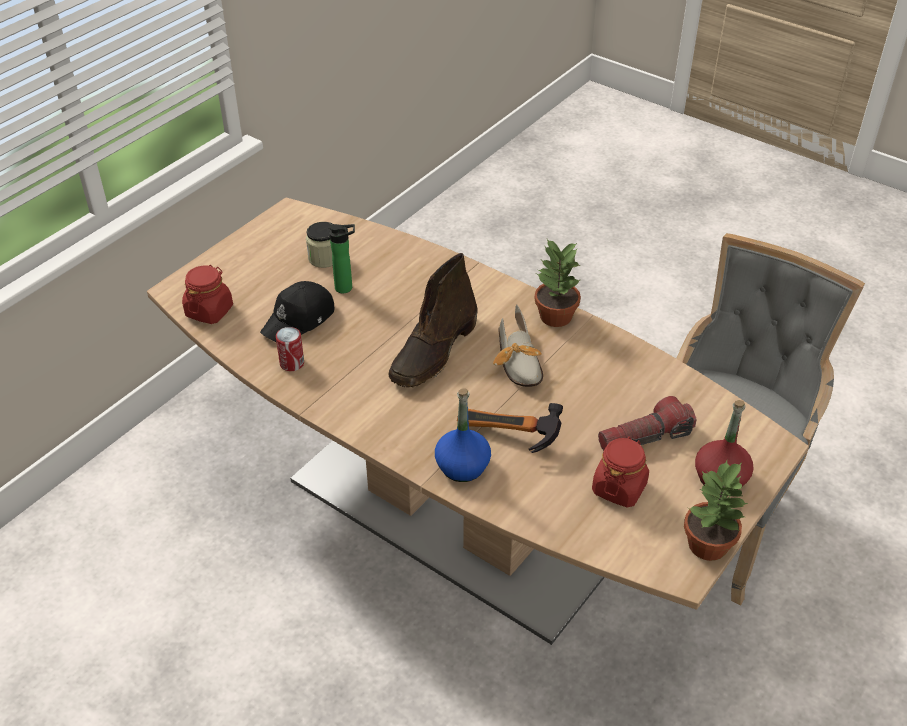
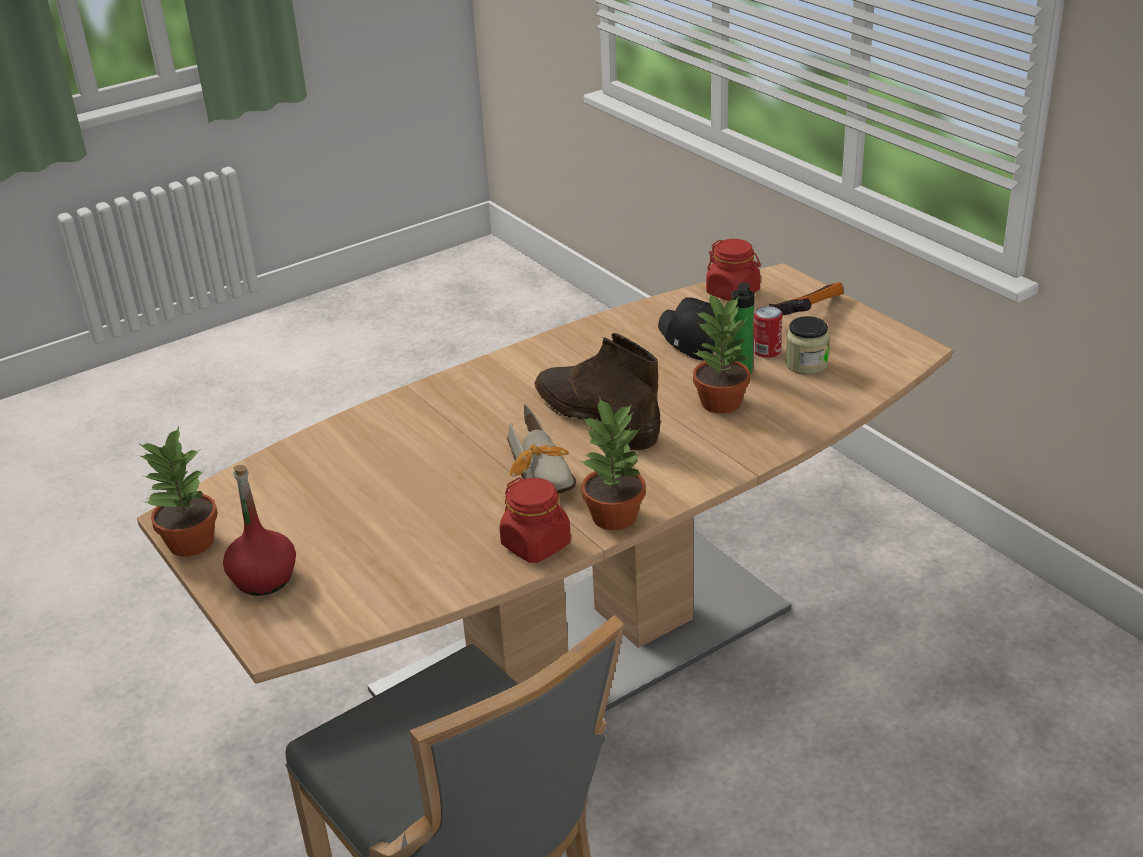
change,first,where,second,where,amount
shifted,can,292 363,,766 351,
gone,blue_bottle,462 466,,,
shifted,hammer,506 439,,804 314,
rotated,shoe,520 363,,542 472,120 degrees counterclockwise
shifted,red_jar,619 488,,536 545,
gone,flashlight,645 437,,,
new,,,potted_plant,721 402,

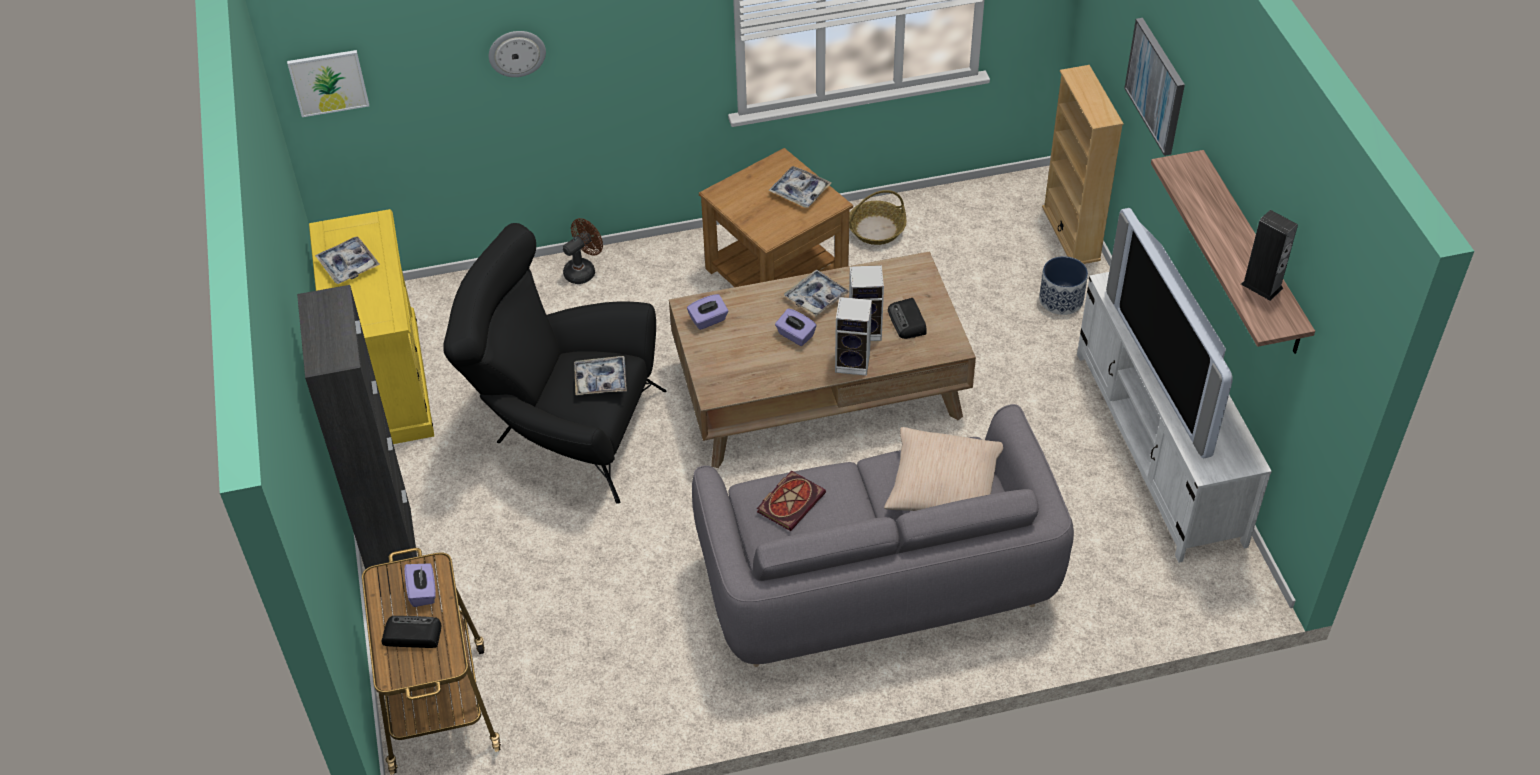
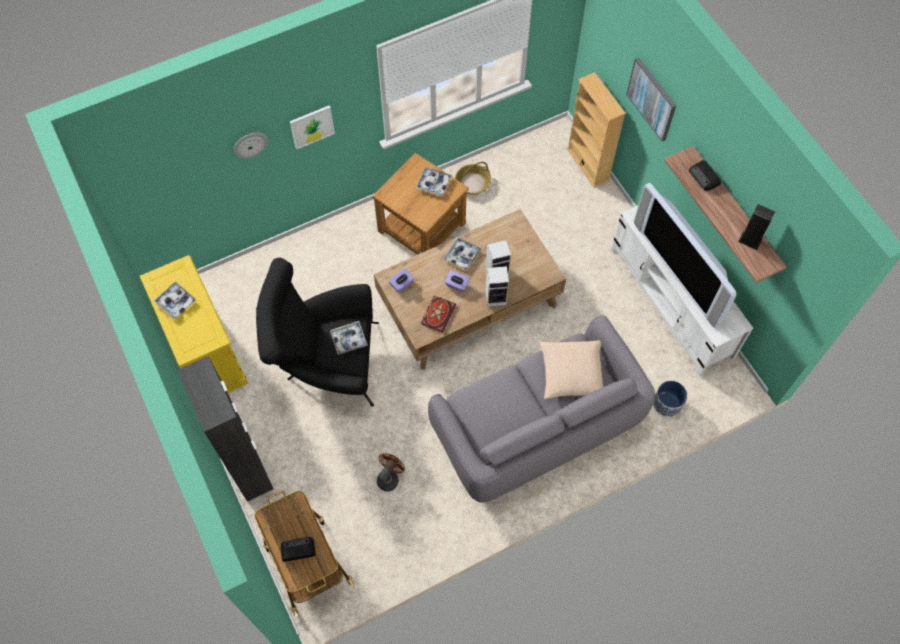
change,first,where,second,where,amount
shifted,picture,328 82,,312 126,
gone,purple_tissue_box,423 592,,,
shifted,brown_fan,583 270,,389 477,
shifted,book,791 501,,438 313,
shifted,radio,907 322,,704 177,
shifted,planter,1061 300,,667 404,

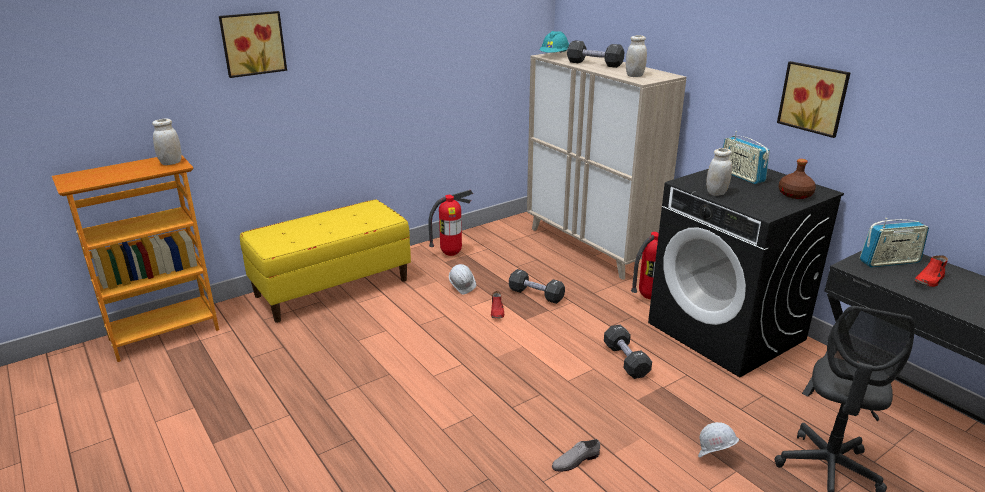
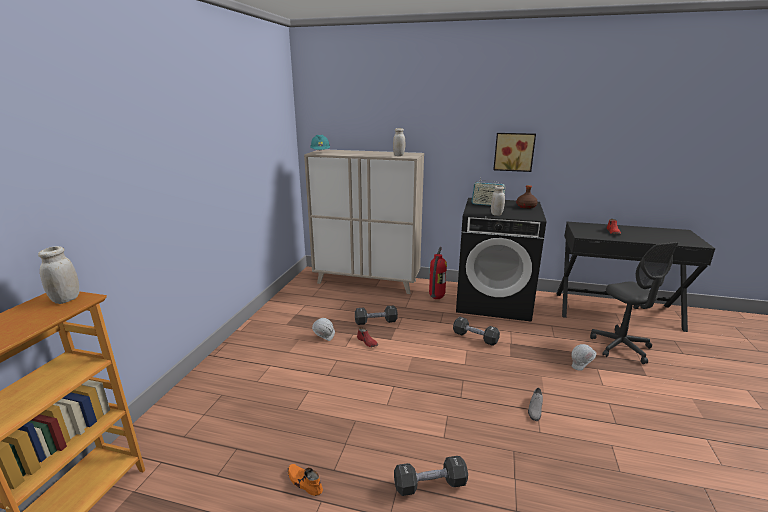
change,first,where,second,where,amount
gone,picture,252 43,,,
gone,yellow_bench,332 287,,,
gone,fire_extinguisher,451 254,,,
shifted,black_dumbbell,594 64,,430 484,
gone,radio,889 262,,,
new,,,orange_shoe,304 482,

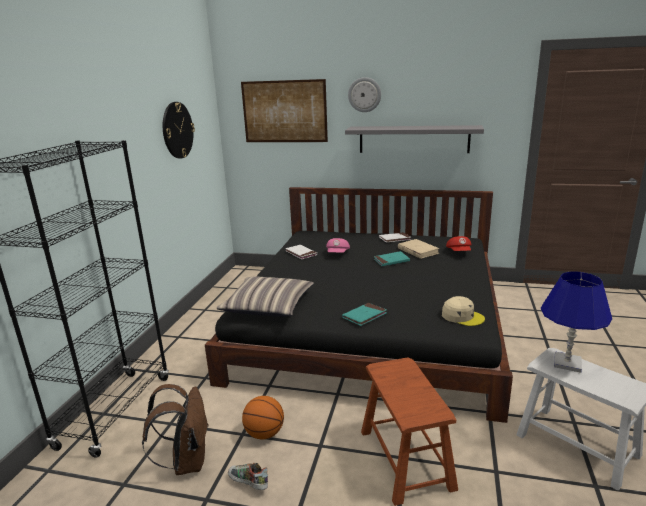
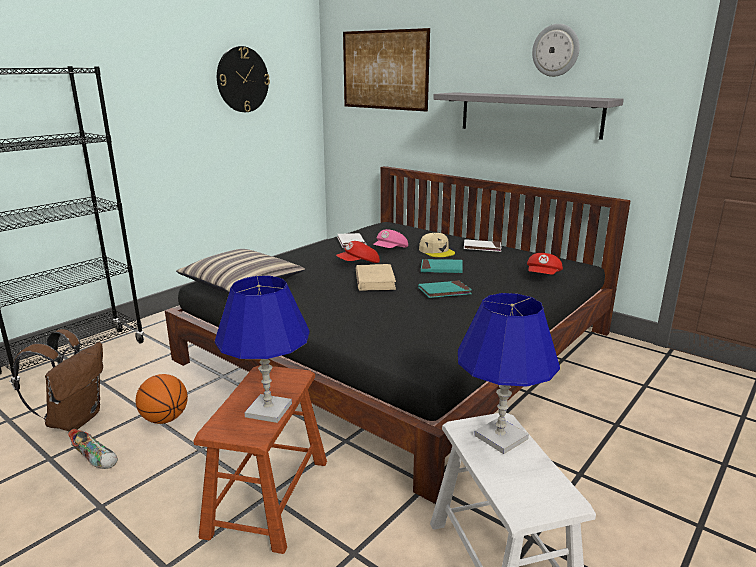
change,first,where,second,where,amount
rotated,shoe,248 484,,96 459,150 degrees clockwise
shifted,turquoise_book,364 316,,444 292,
shifted,wall_clock,364 94,,556 50,
shifted,beige_book,418 251,,375 280,
shifted,beige_cap,462 316,,436 251,
new,,,blue_table_lamp,268 410,
new,,,red_cap,359 264,

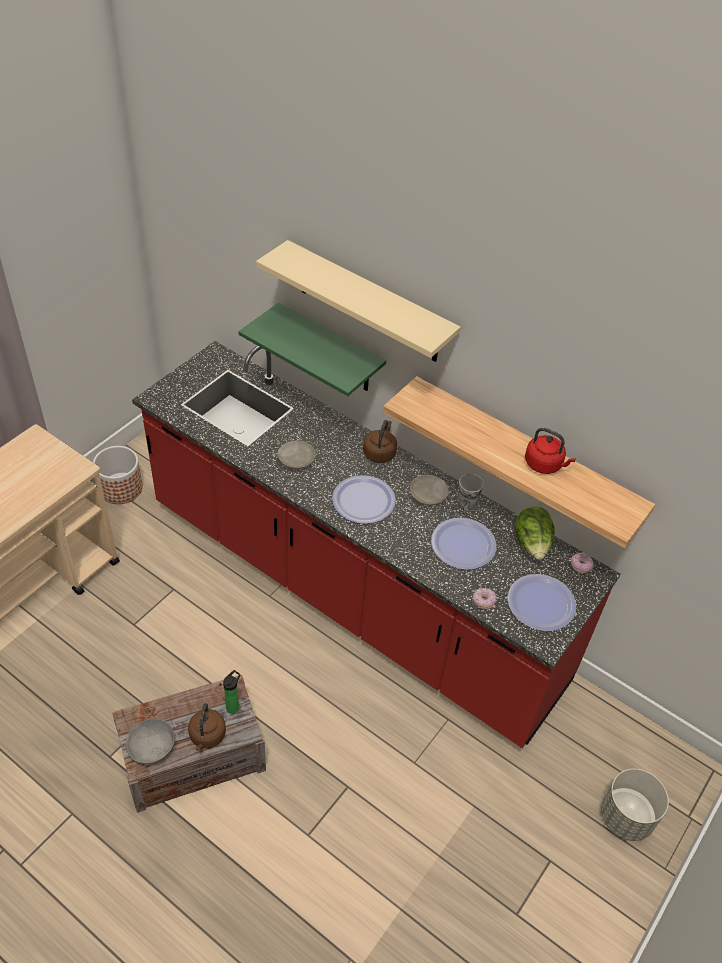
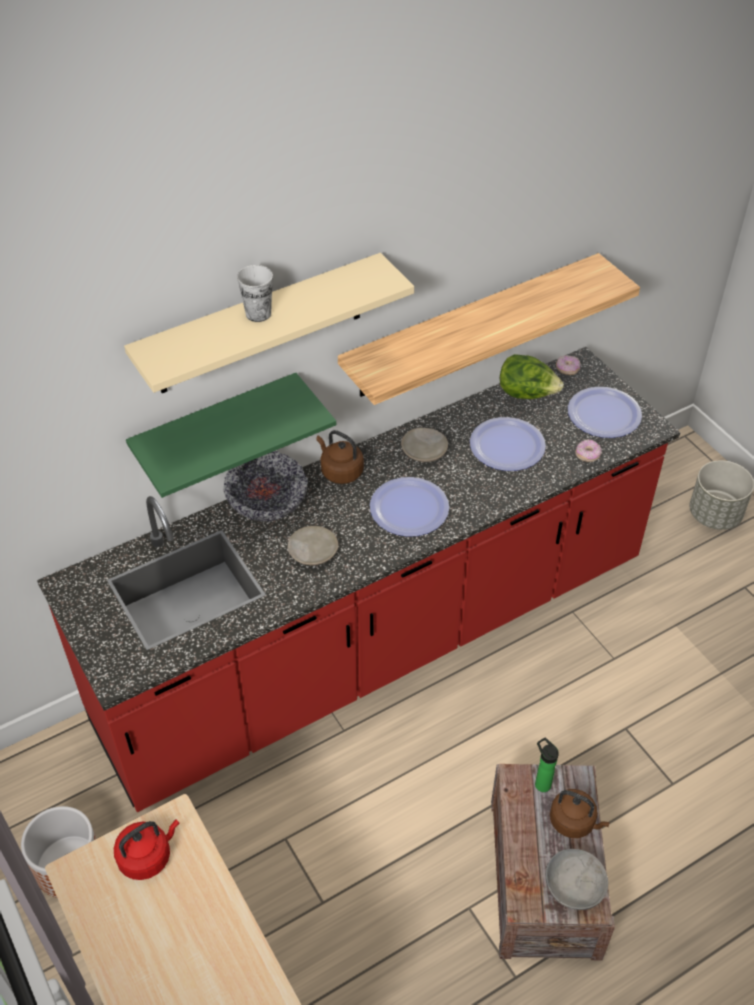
change,first,where,second,where,amount
shifted,cup,467 504,,258 313,
shifted,red_kettle,545 464,,147 856,
new,,,bowl,268 506,

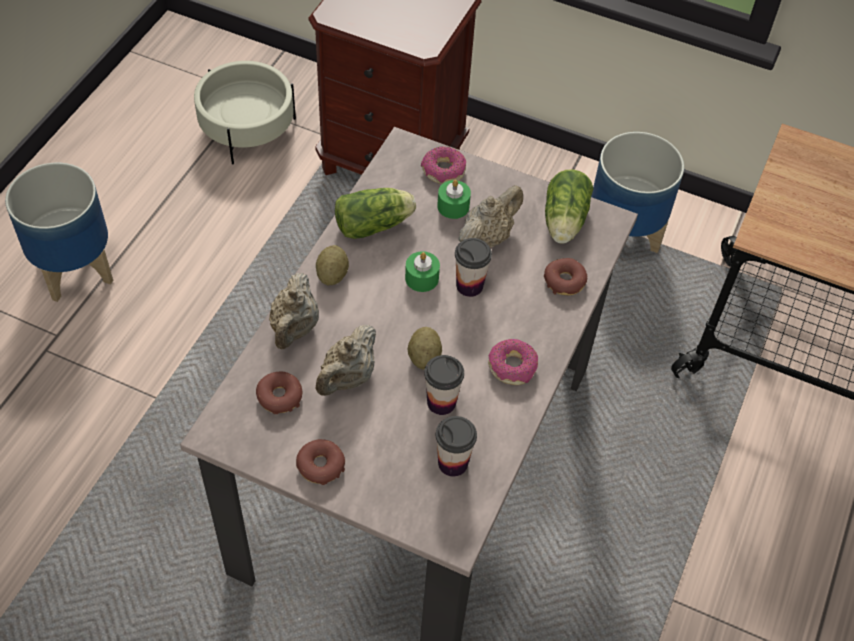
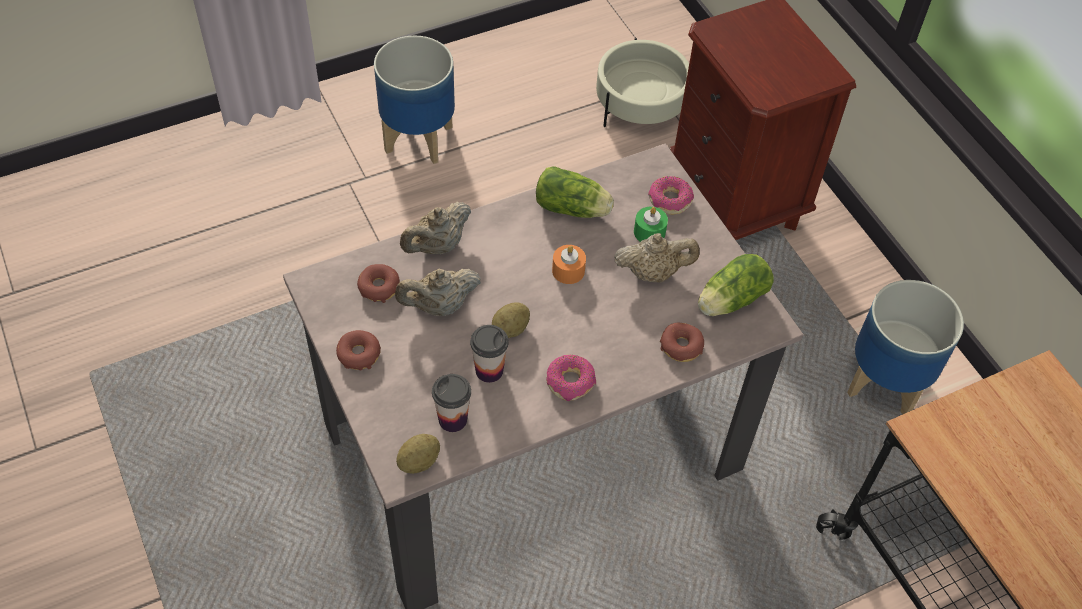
change,first,where,second,where,amount
shifted,potato,332 275,,419 461,
repainted,green_candle,422 278,orange_candle,568 270,
gone,cup,469 286,,,

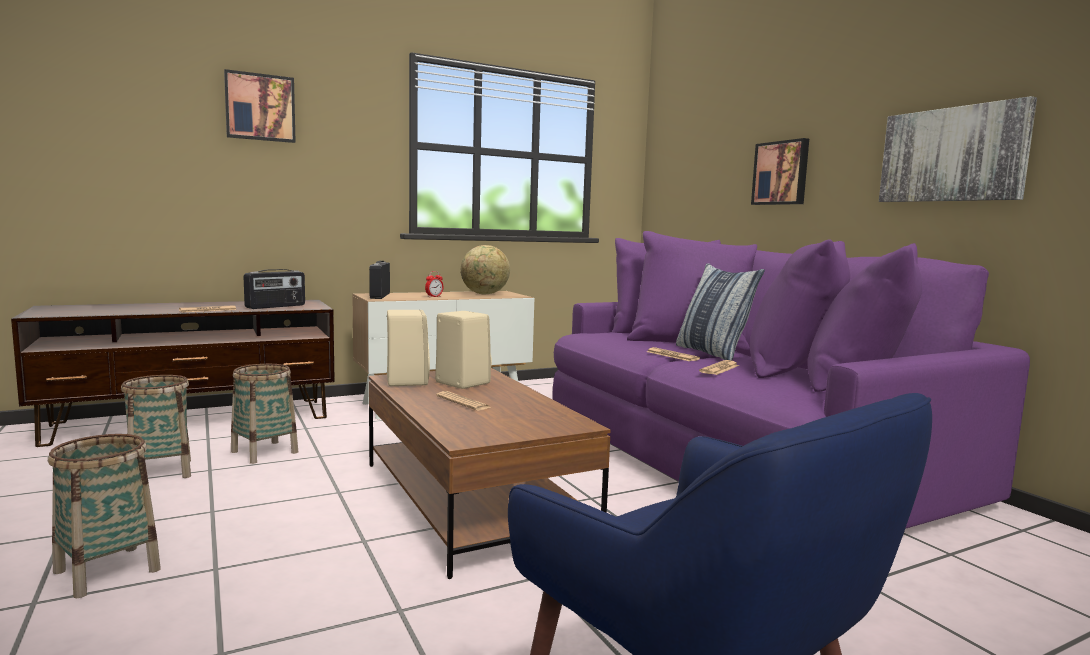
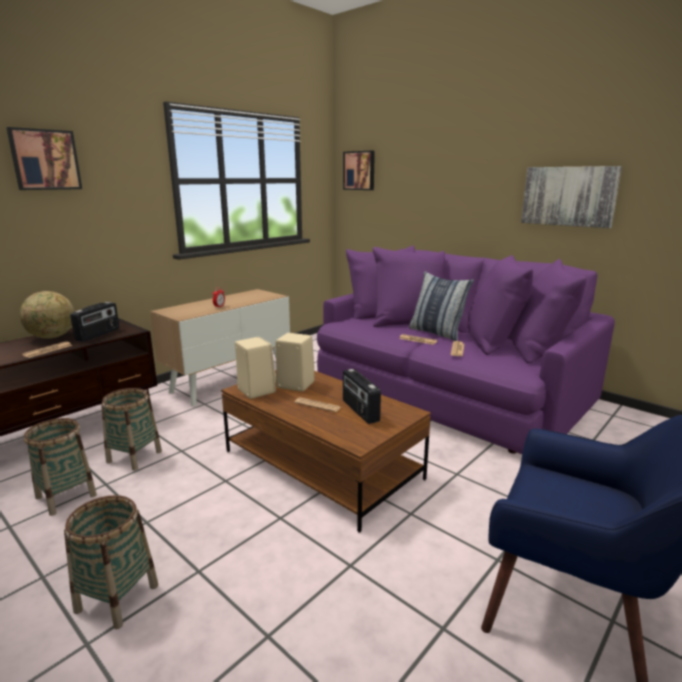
change,first,where,second,where,amount
shifted,radio,379 296,,359 411,
shifted,globe,485 294,,52 337,
shifted,picture,781 173,,359 170,

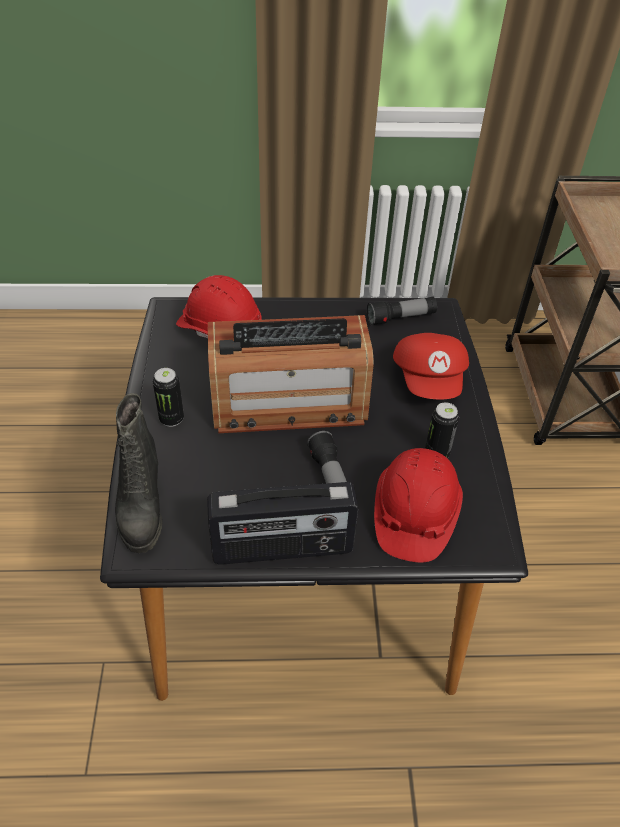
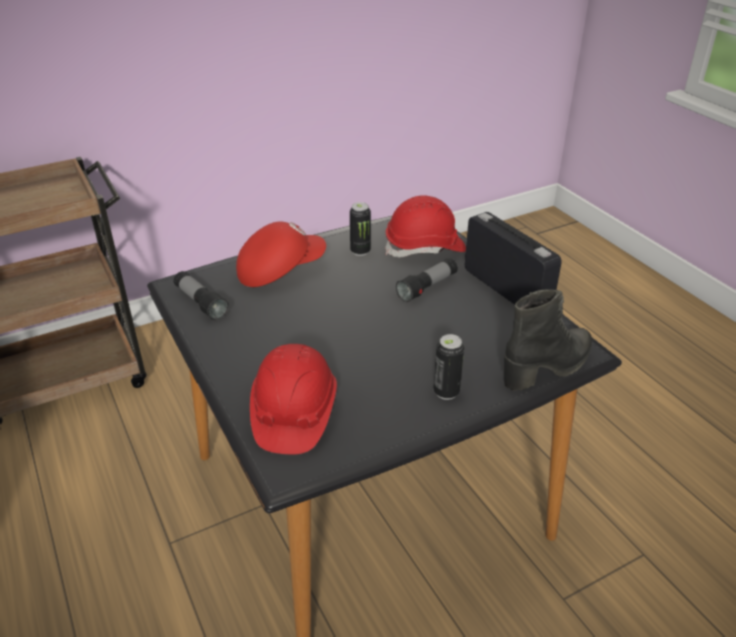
change,first,where,second,where,amount
gone,radio,288 402,,,

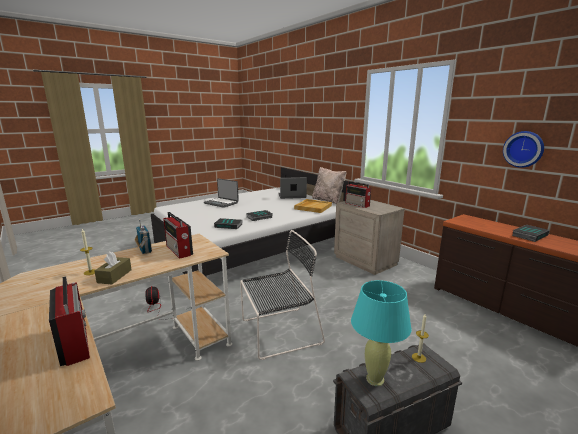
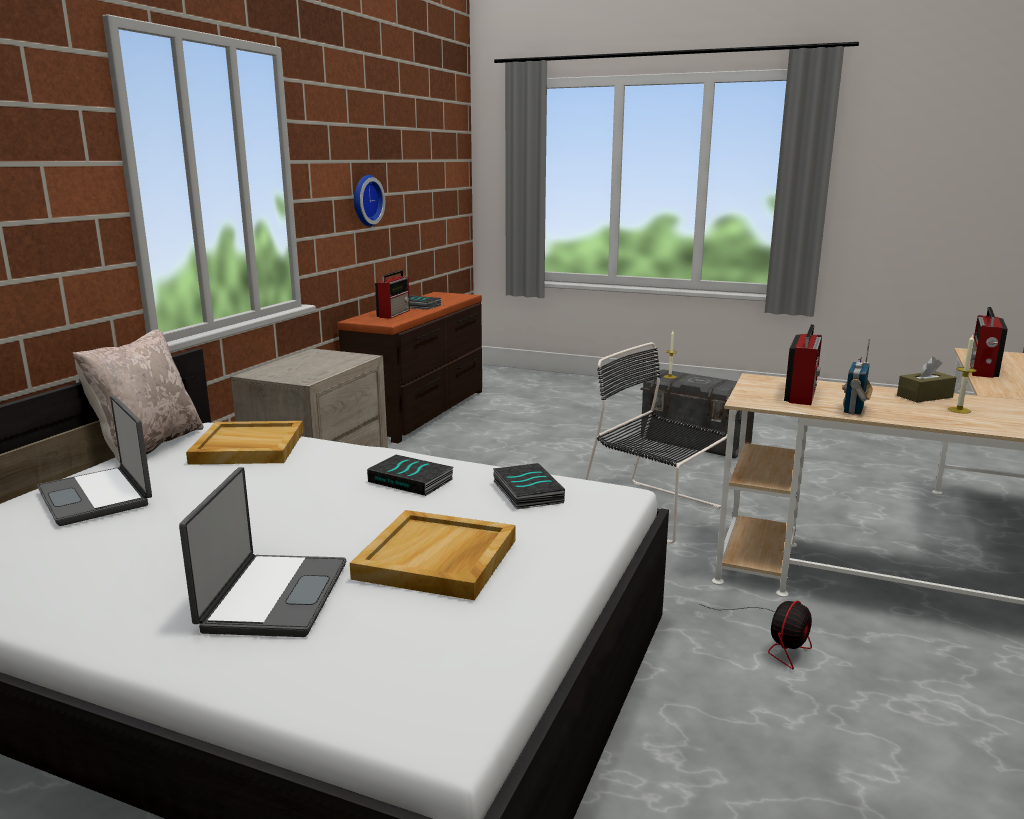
change,first,where,second,where,amount
shifted,radio,357 204,,394 313,
gone,turquoise_table_lamp,375 379,,,
new,,,beige_tray,437 559,

